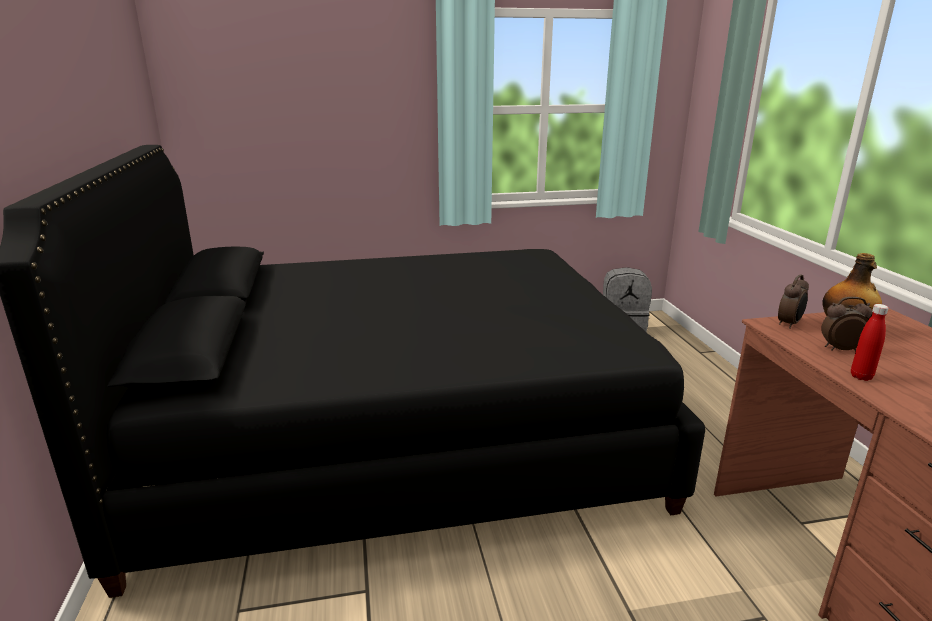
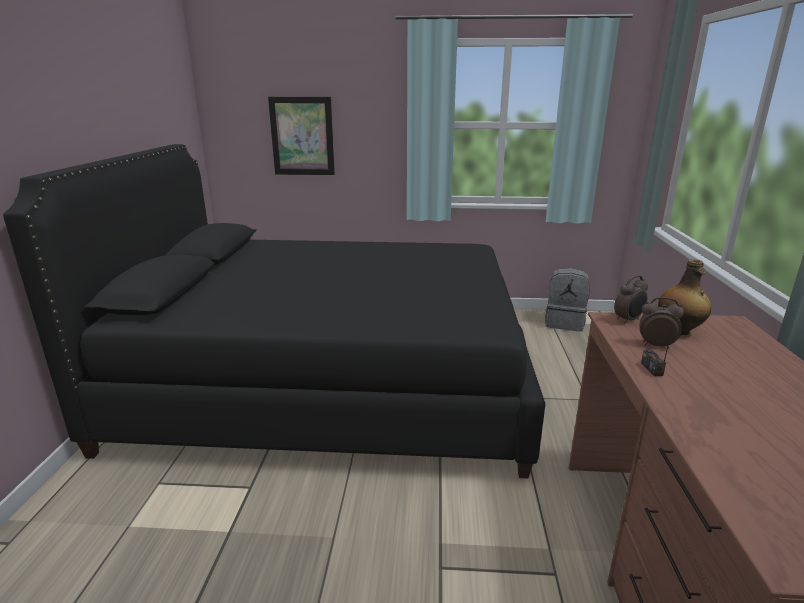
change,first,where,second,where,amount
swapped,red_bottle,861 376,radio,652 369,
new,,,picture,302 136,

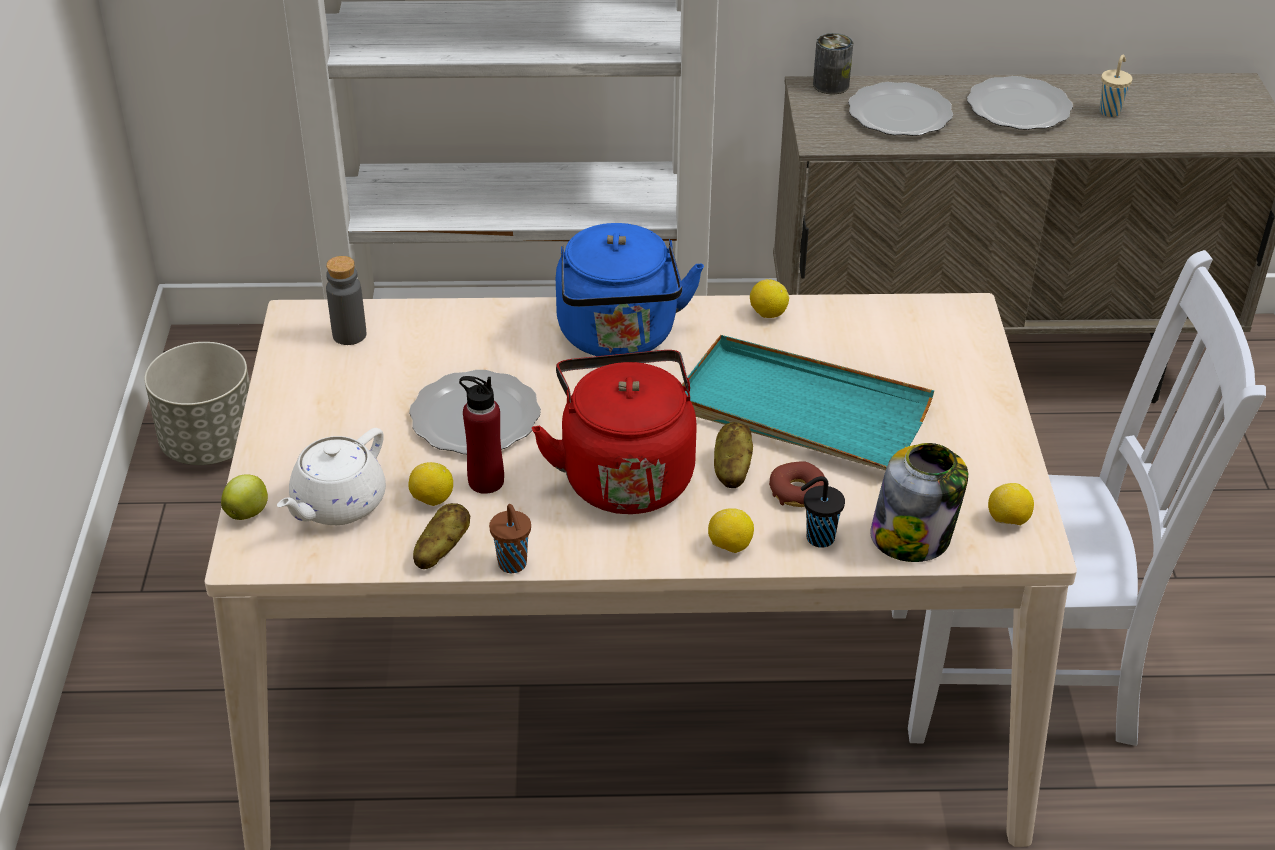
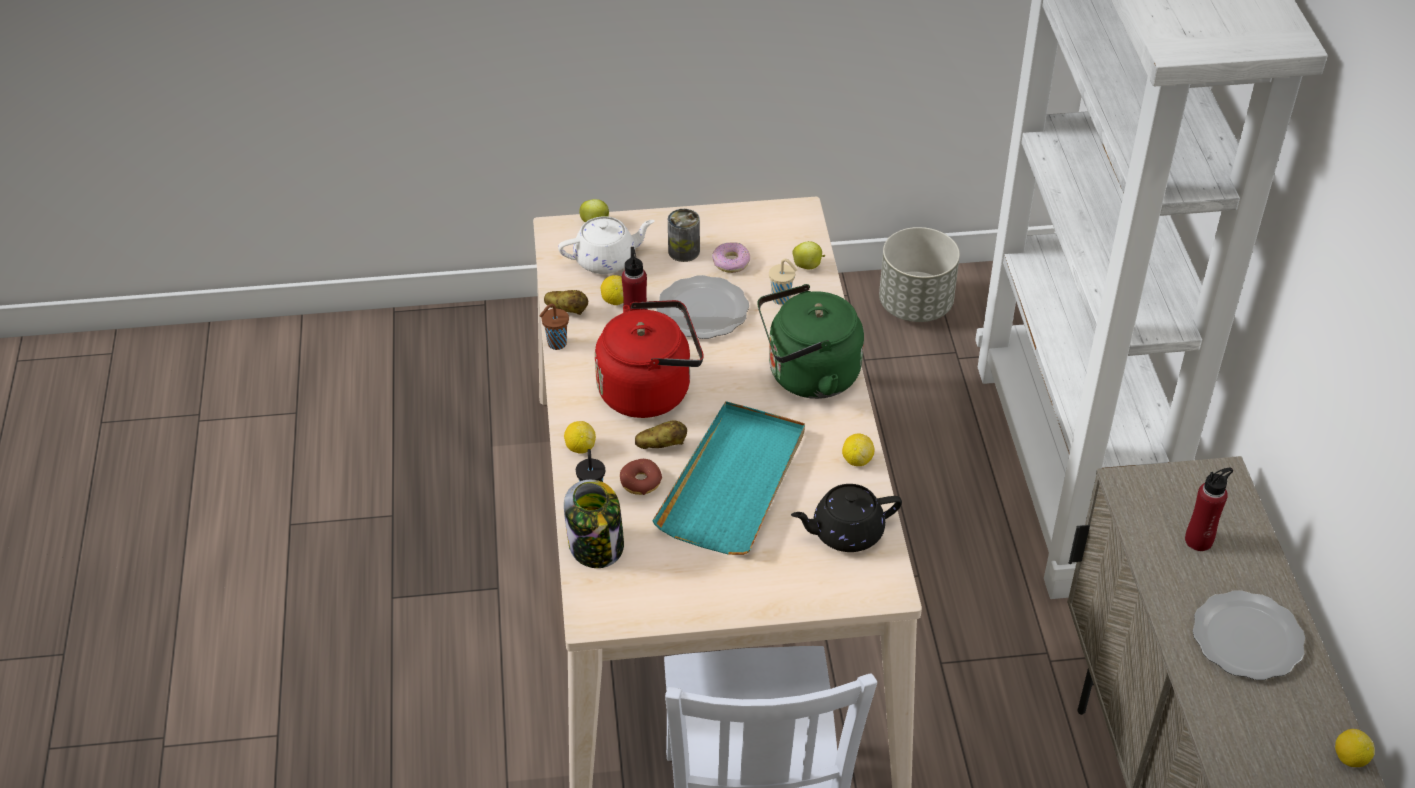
change,first,where,second,where,amount
rotated,white_teapot,337 504,,607 259,135 degrees clockwise
gone,grey_bottle,349 335,,,
repainted,blue_kettle,619 338,green_kettle,807 376,
shifted,can,831 85,,684 251,
swapped,plate,898 113,red_bottle,1199 540,
shifted,lemon,1007 521,,1349 758,
shifted,beige_cup,1110 111,,782 299,
new,,,donut,731 262,
new,,,black_teapot,845 532,
new,,,apple,808 266,

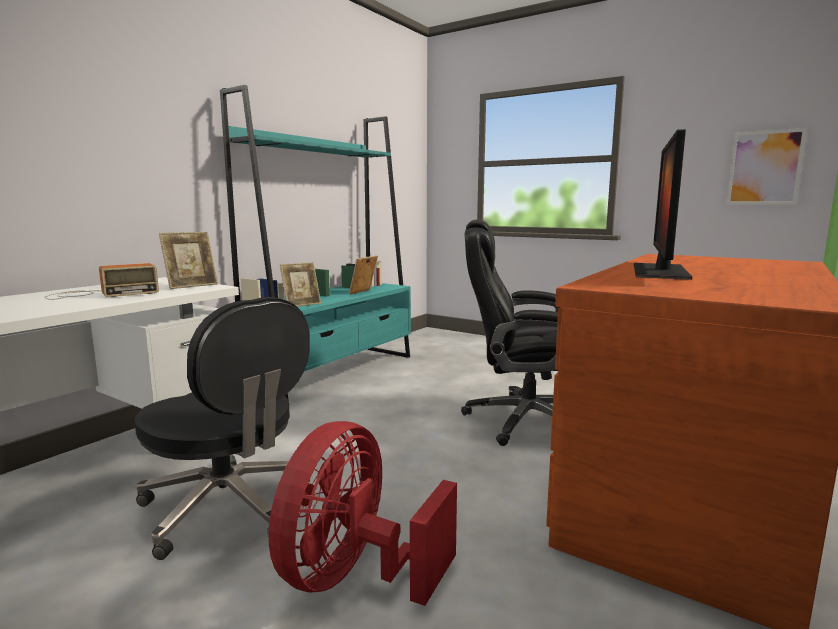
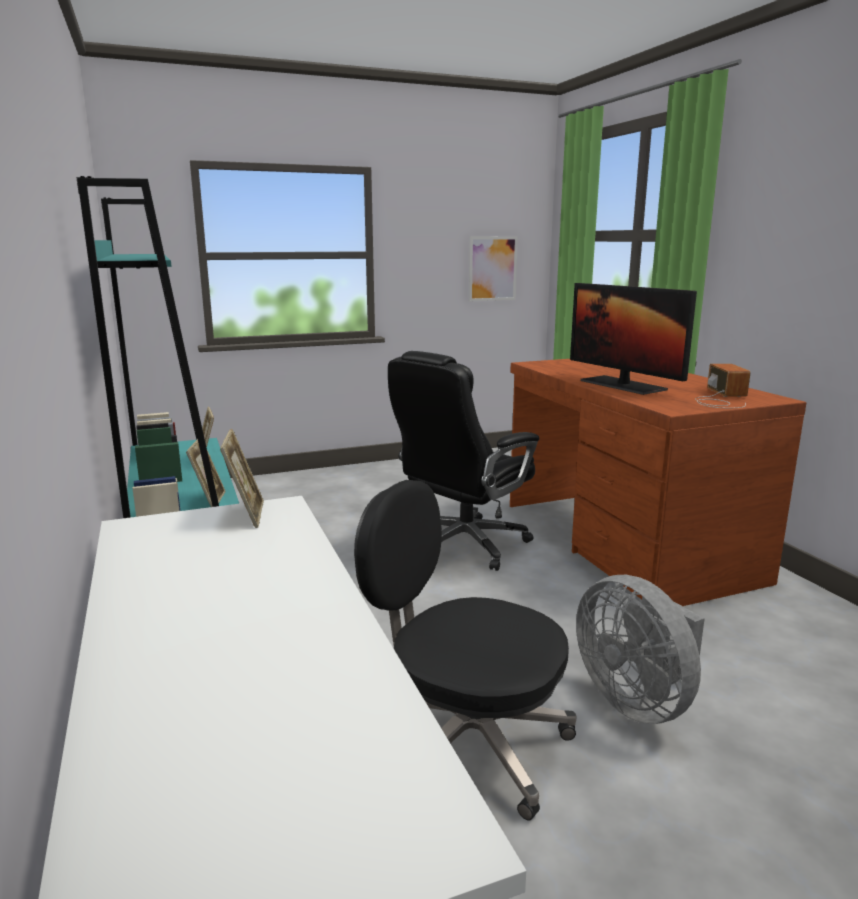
change,first,where,second,where,amount
shifted,radio,99 294,,720 398,
rotated,black_office_chair,229 507,,466 743,135 degrees counterclockwise
repainted,red_fan,356 576,grey_fan,637 700,

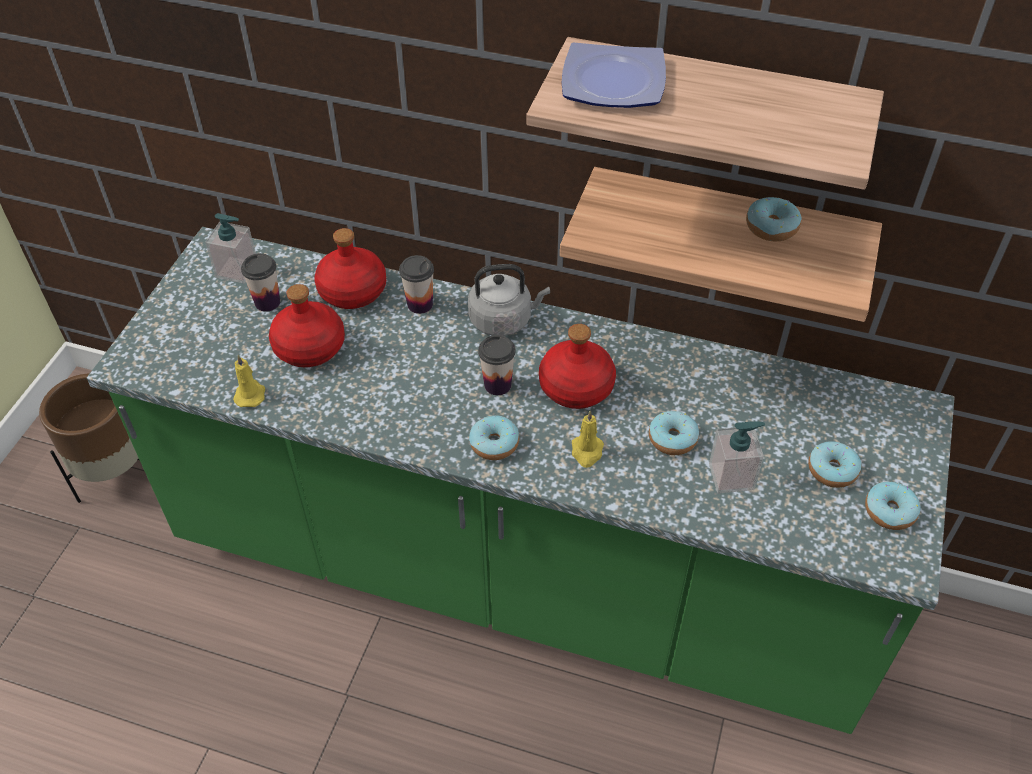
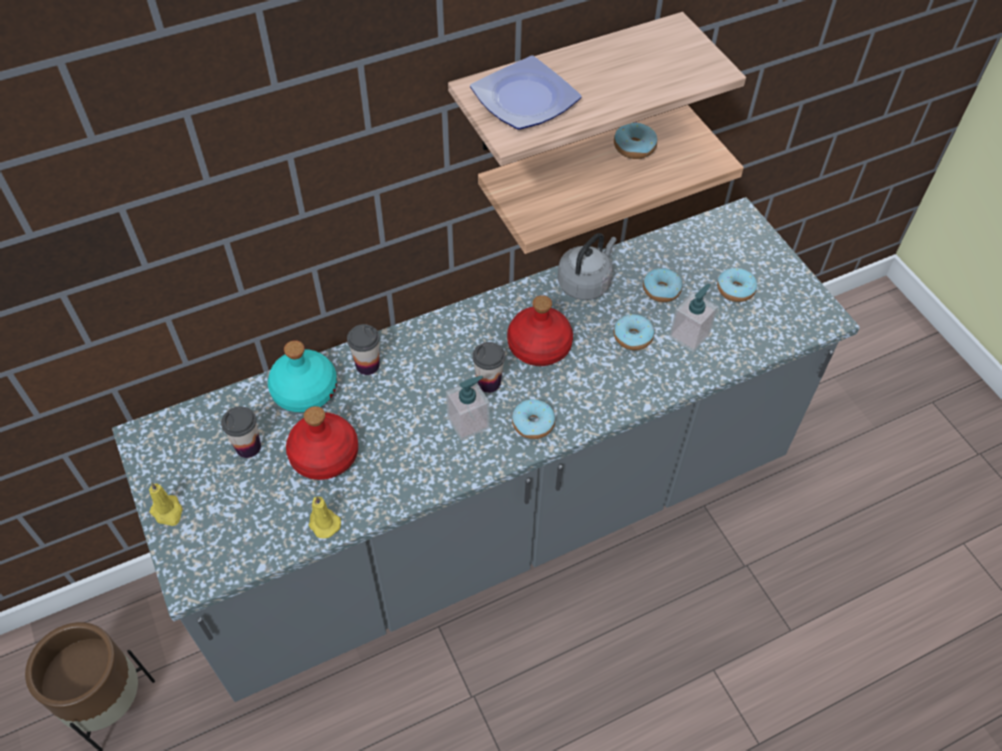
change,first,where,second,where,amount
repainted,green_counter,517 574,grey_counter,498 521,
shifted,soap_dispenser,237 270,,468 423,
repainted,red_bottle,352 290,turquoise_bottle,304 391,
shifted,grey_kettle,504 320,,585 282,
shifted,yellow_candle,587 452,,168 512,
shifted,donut,889 511,,661 290,

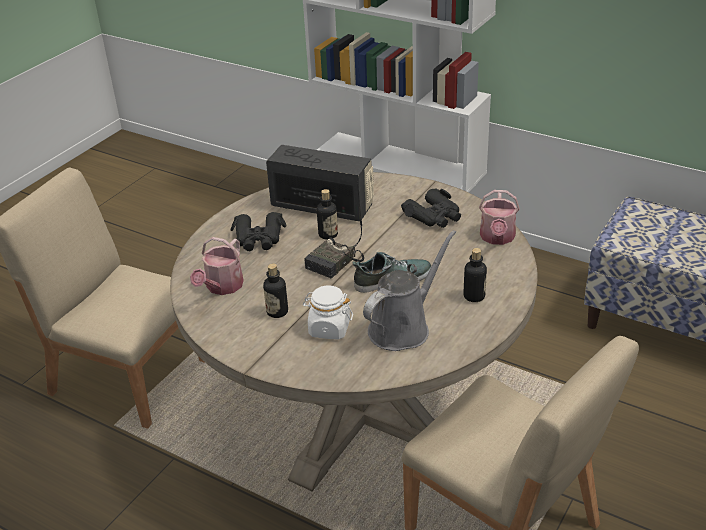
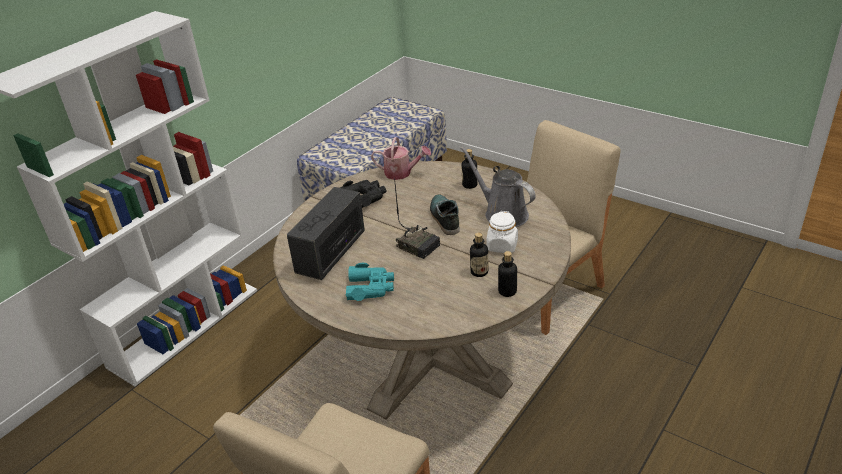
change,first,where,second,where,amount
gone,watering_can,222 287,,,
repainted,black_binoculars,259 238,turquoise_binoculars,370 288,
shifted,bottle,328 234,,507 291,

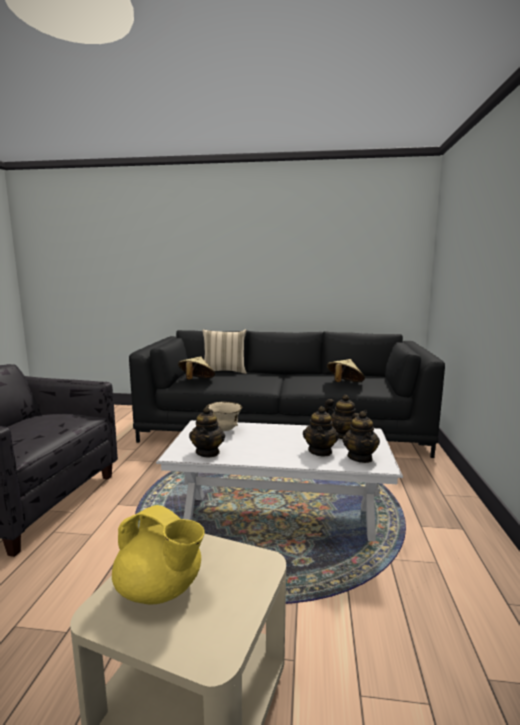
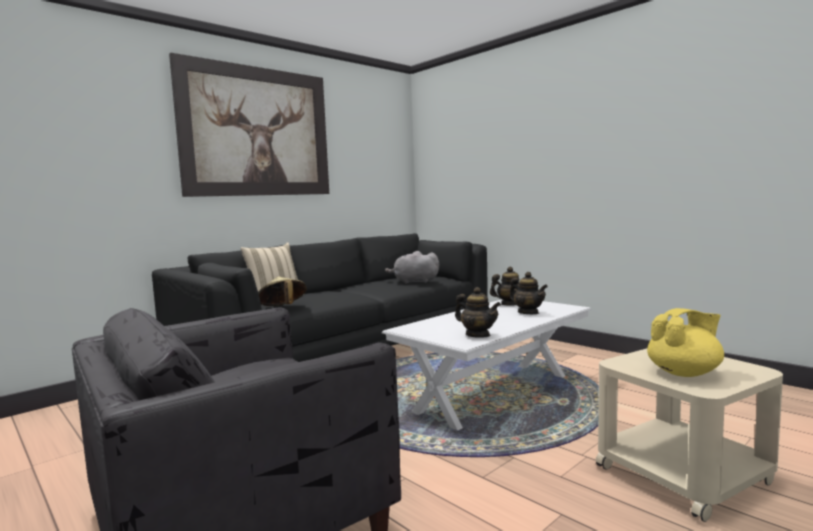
change,first,where,second,where,amount
gone,beige_bowl,224 430,,,
swapped,beige_hat,344 384,grey_plush_toy,414 282,
gone,teapot,360 457,,,
new,,,picture,257 132,

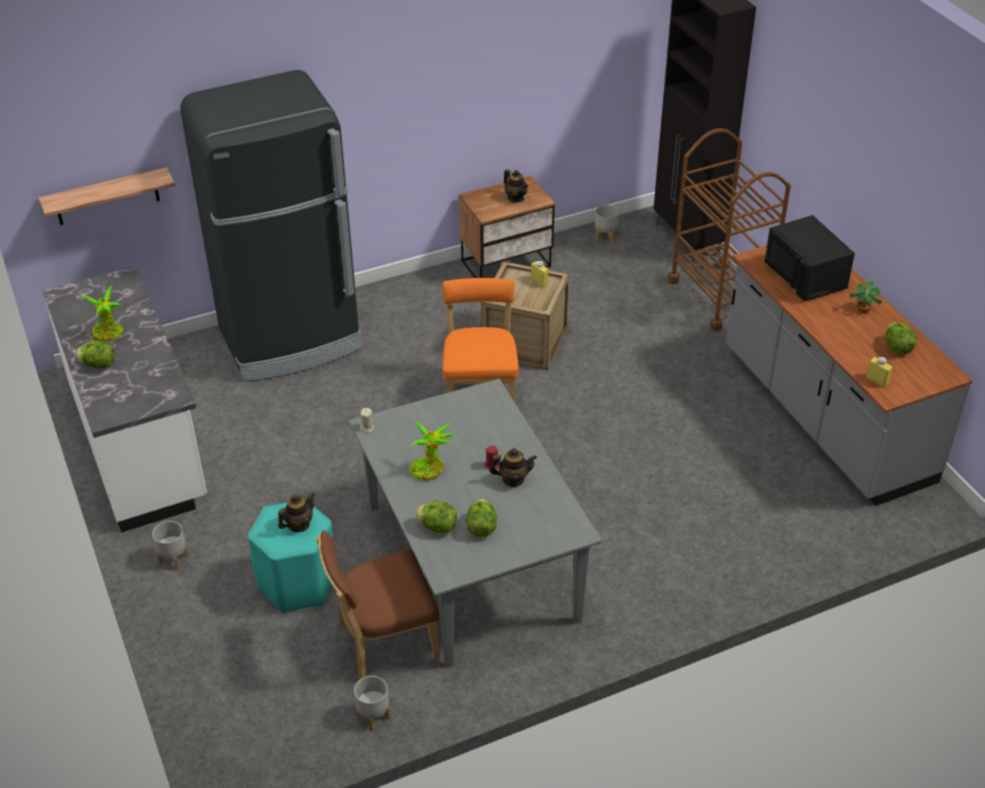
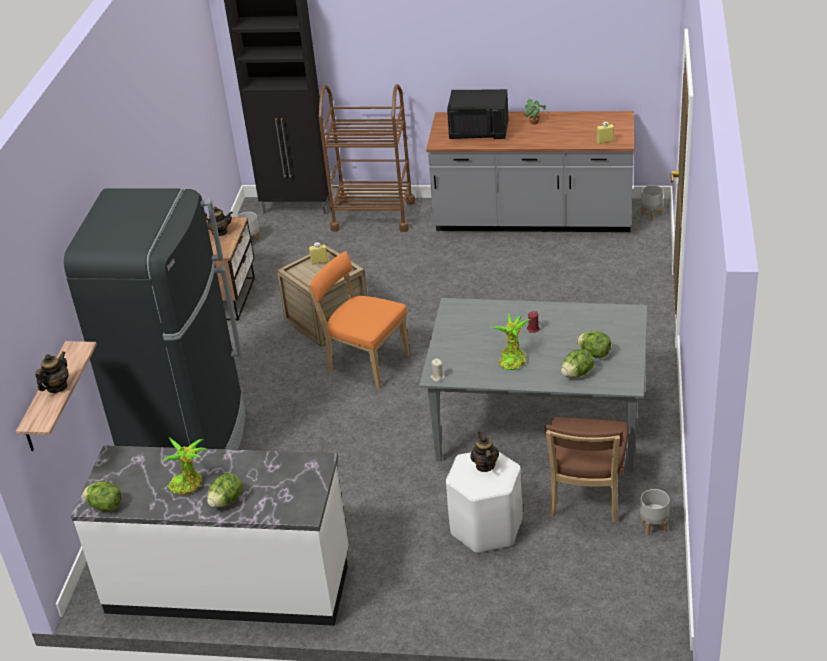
change,first,where,second,where,amount
shifted,grey_planter,174 559,,651 214,
repainted,turquoise_stool,297 583,white_stool,486 528,
shifted,teapot,513 479,,57 387,
shifted,lettuce,897 348,,105 506,

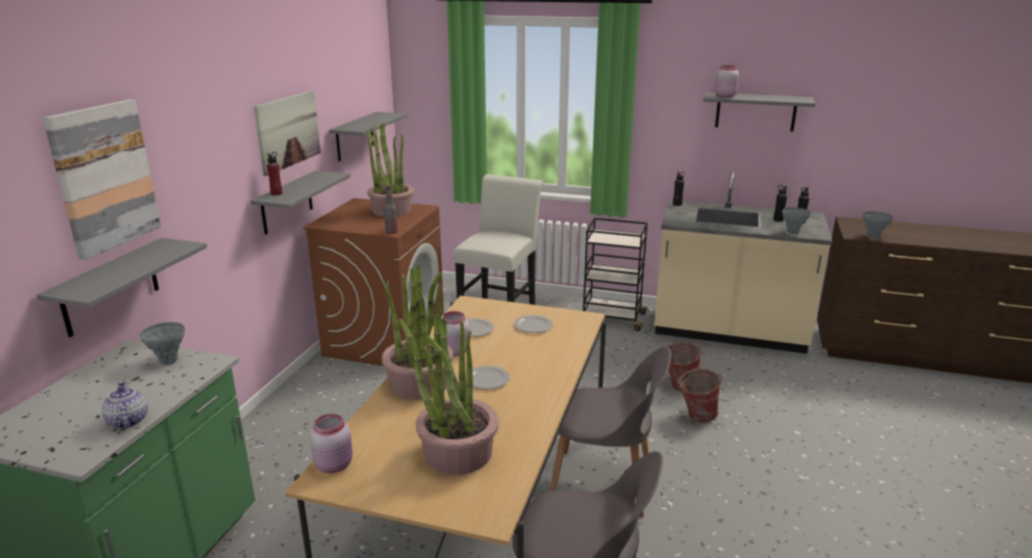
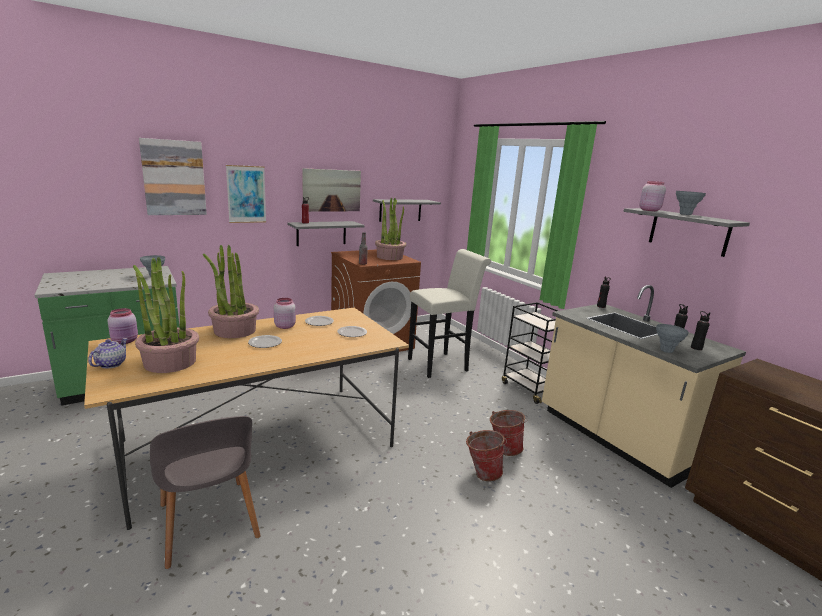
change,first,where,second,where,amount
gone,grey_shelf,110 287,,,
shifted,teapot,127 421,,111 364,
gone,grey_chair,604 483,,,
shifted,grey_vase,873 237,,685 214,
new,,,picture,246 194,

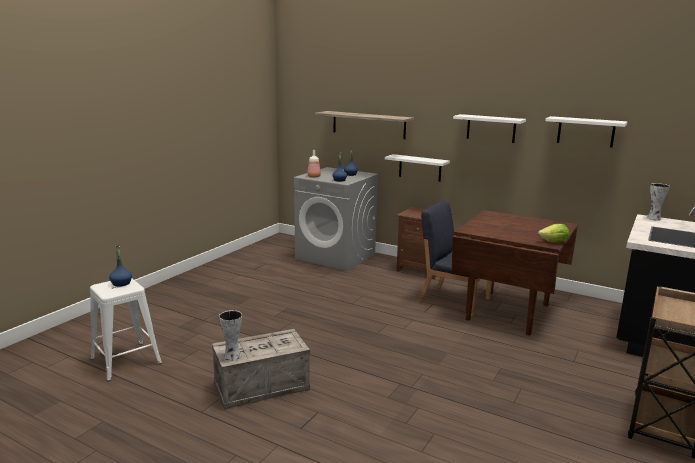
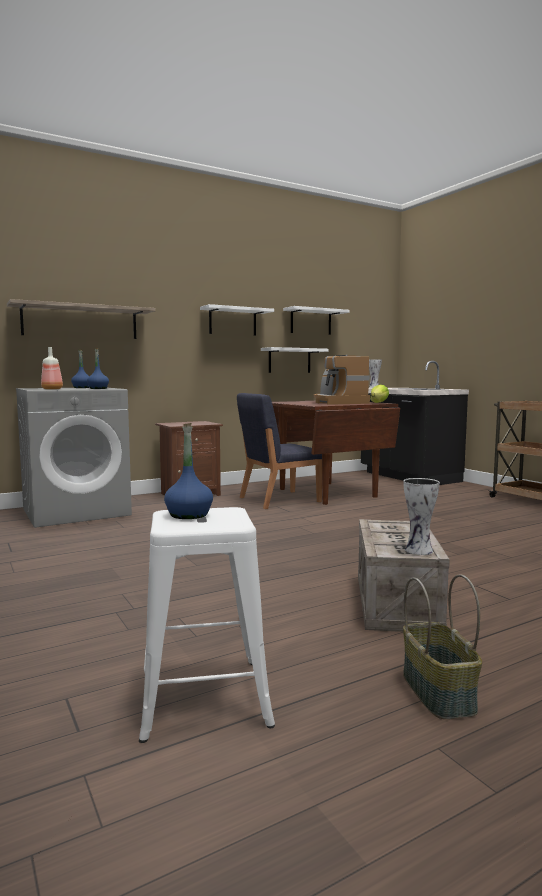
change,first,where,second,where,amount
shifted,white_shelf,420 168,,289 360,
new,,,coffee_machine,337 402,
new,,,basket,439 692,

